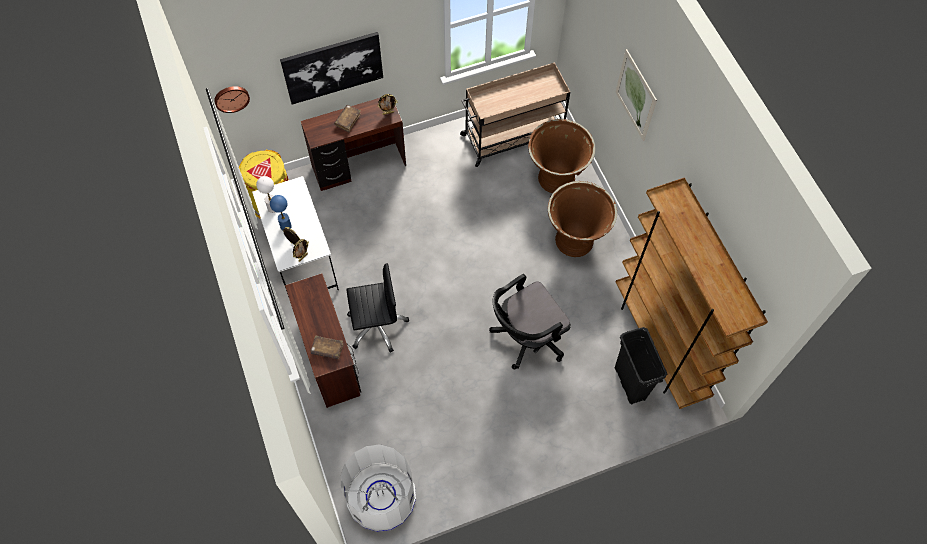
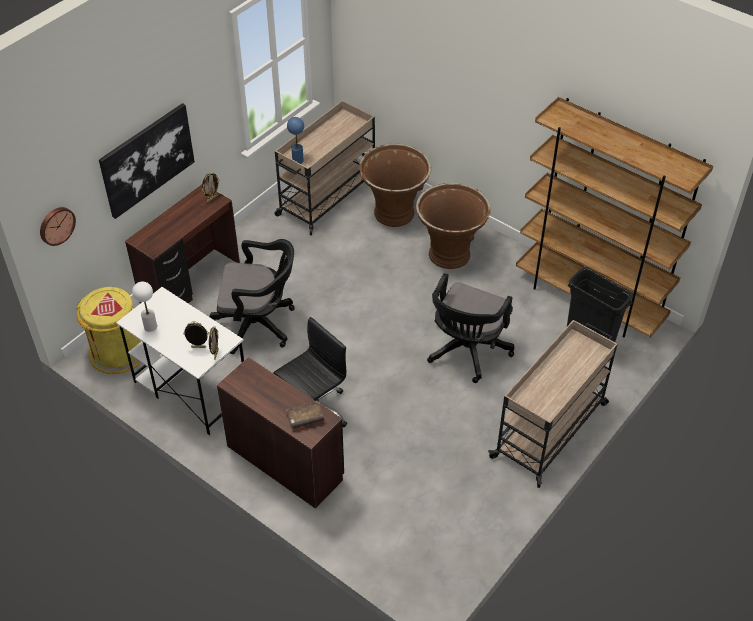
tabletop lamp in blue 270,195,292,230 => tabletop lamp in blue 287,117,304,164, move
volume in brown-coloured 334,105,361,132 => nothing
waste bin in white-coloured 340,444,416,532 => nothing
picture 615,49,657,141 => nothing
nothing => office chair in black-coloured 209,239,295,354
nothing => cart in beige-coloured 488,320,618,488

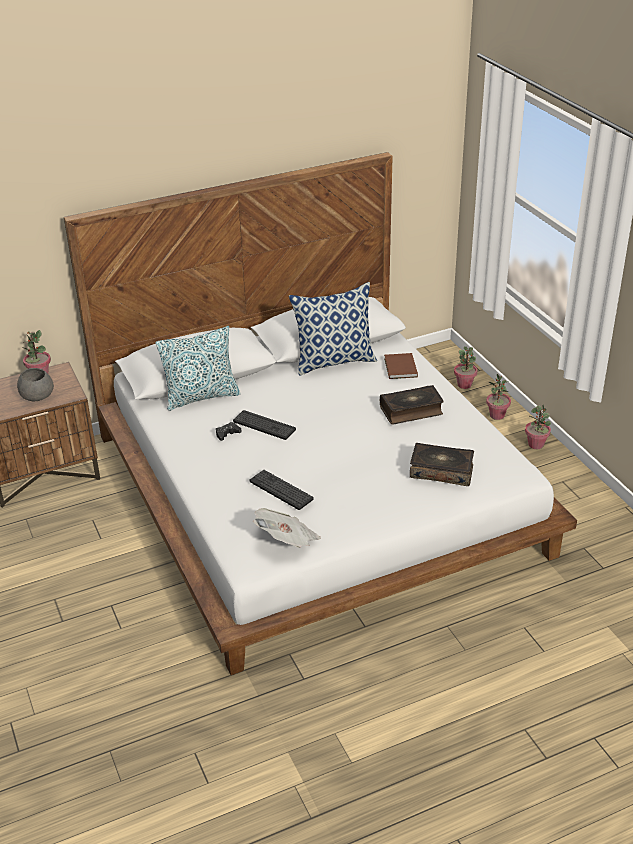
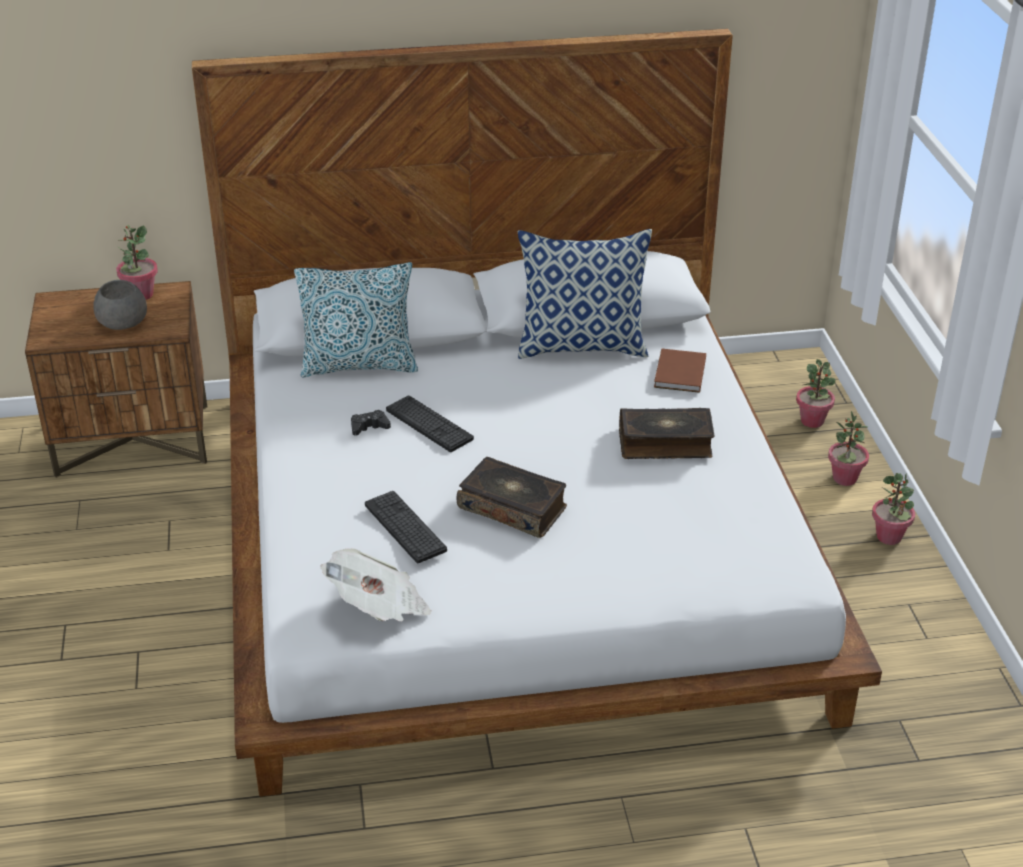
volume 410,443,474,486 => volume 457,457,567,538, move

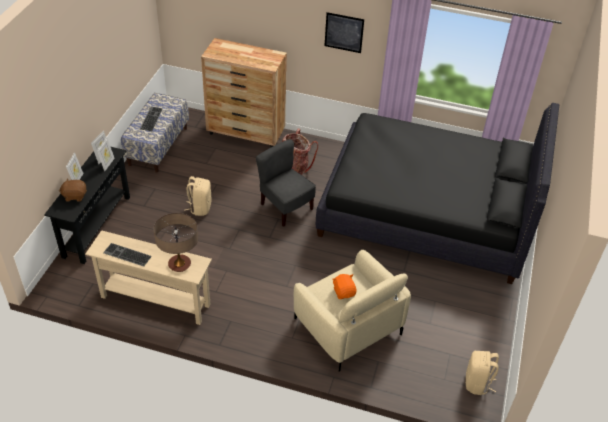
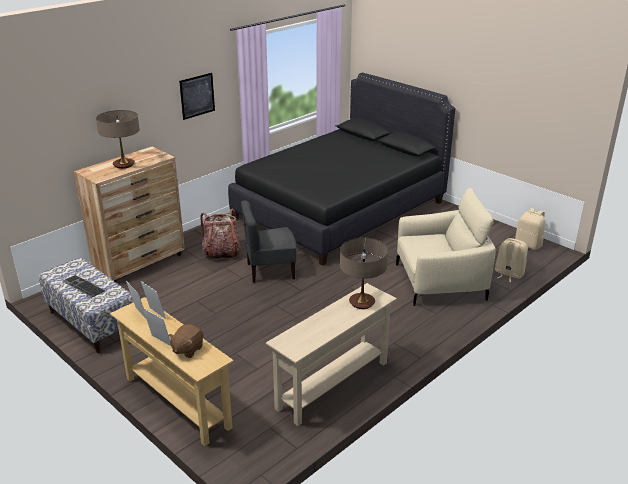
console table in black-coloured 44,147,130,264 => console table in beige-coloured 110,297,234,446
computer keyboard 103,243,152,267 => nothing
backpack in beige-coloured 185,176,212,216 => backpack in beige-coloured 495,238,528,282, move
soft toy in orange-coloured 332,274,357,299 => nothing
nothing => tabletop lamp 96,110,140,169

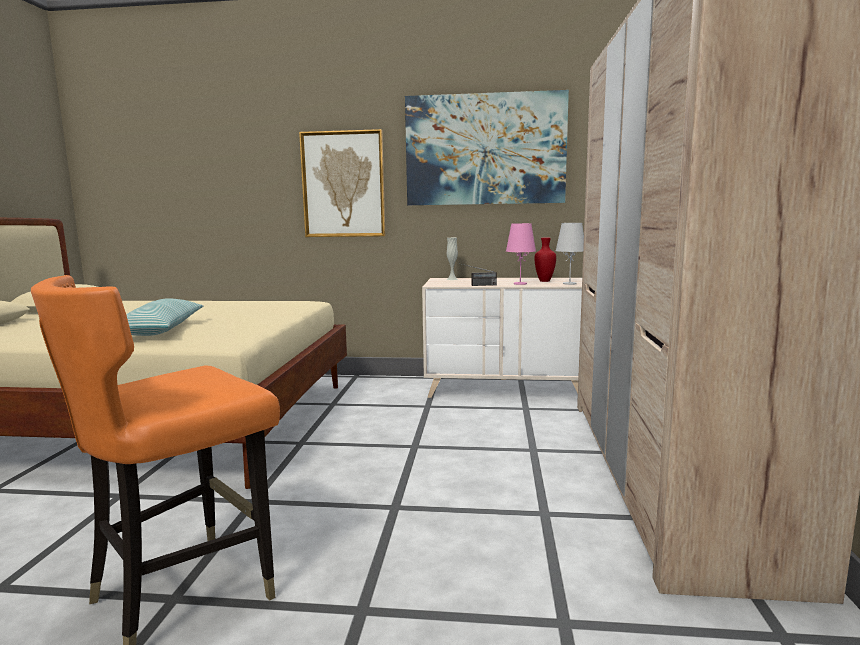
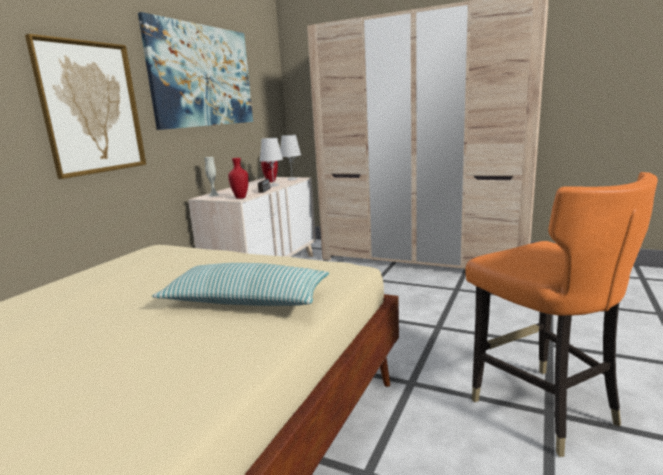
tabletop lamp in pink 506,223,536,285 => tabletop lamp in white-coloured 260,138,283,186
nothing => flower vase in red-coloured 228,158,249,199

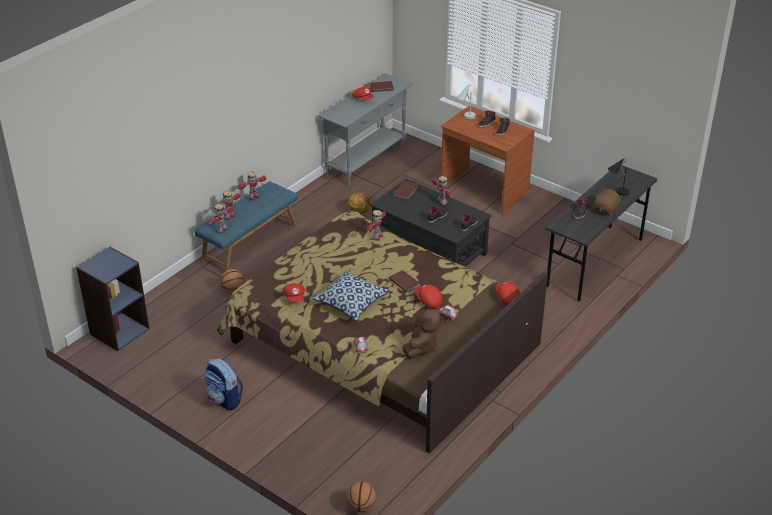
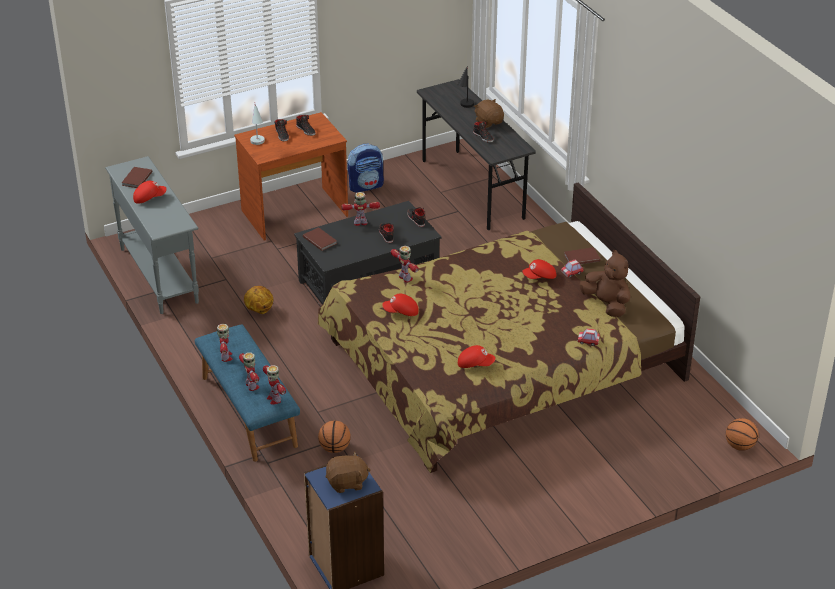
backpack 204,358,243,410 => backpack 347,144,384,193, move
throw pillow 312,270,390,321 => nothing
volume in brown-coloured 389,270,420,293 => volume in brown-coloured 564,247,600,264, move
peaked cap in red-coloured 495,282,520,306 => peaked cap in red-coloured 382,293,419,316, move
nothing => soft toy in brown-coloured 326,452,371,493

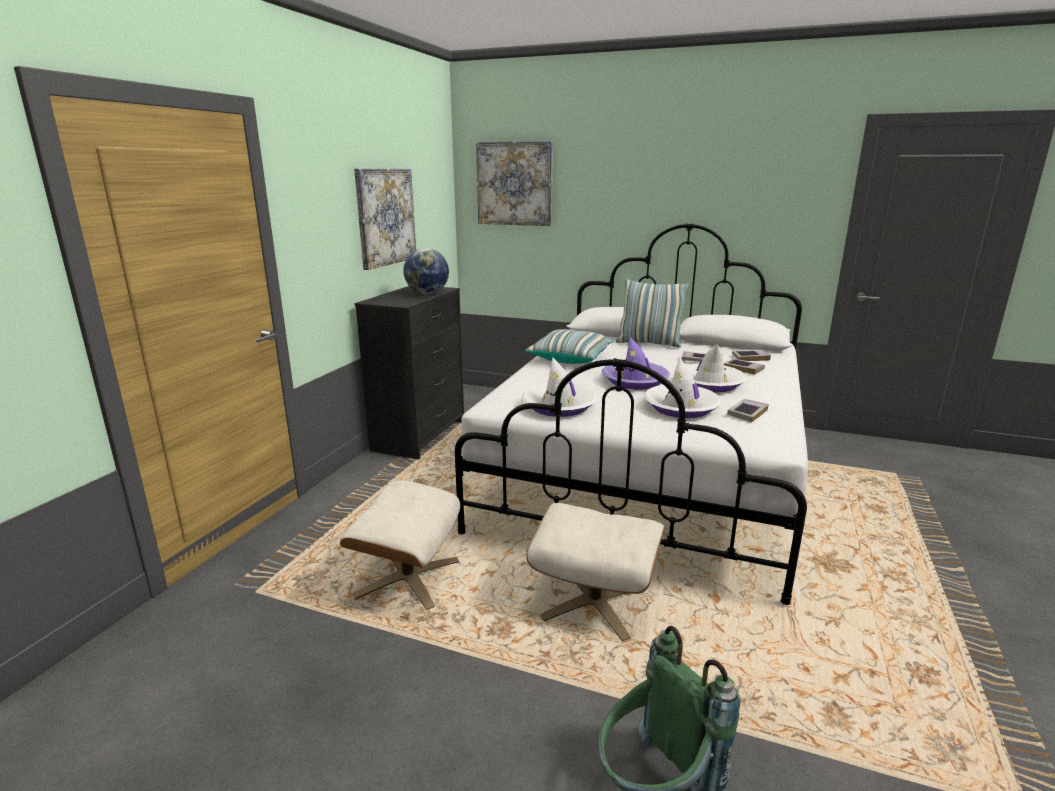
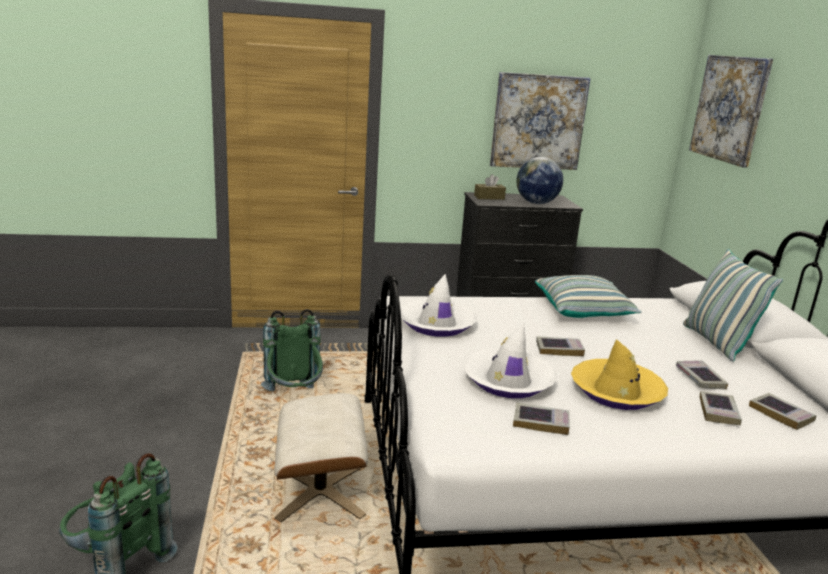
pouffe in beige-coloured 340,480,460,610 => backpack in green 261,309,323,391
wearable hat in purple-coloured 602,337,670,390 => volume 536,336,585,356
wearable hat in white-coloured 686,344,747,392 => wearable hat in yellow-coloured 571,339,668,410
nothing => box of tissues in brown-coloured 474,174,506,200

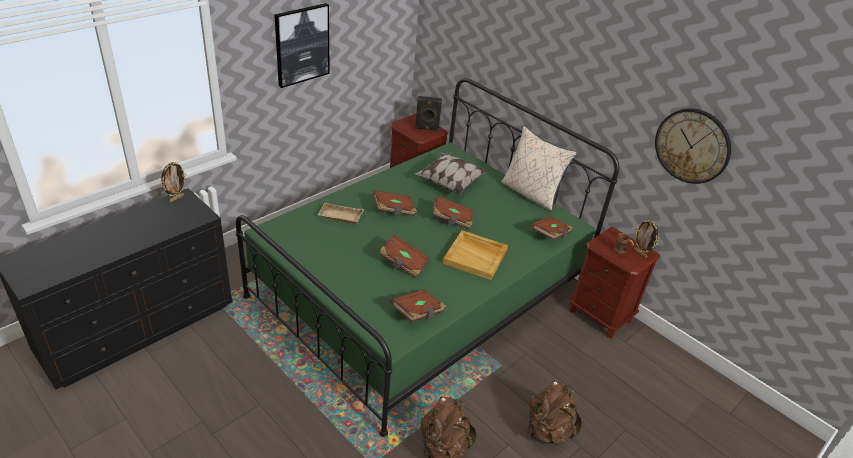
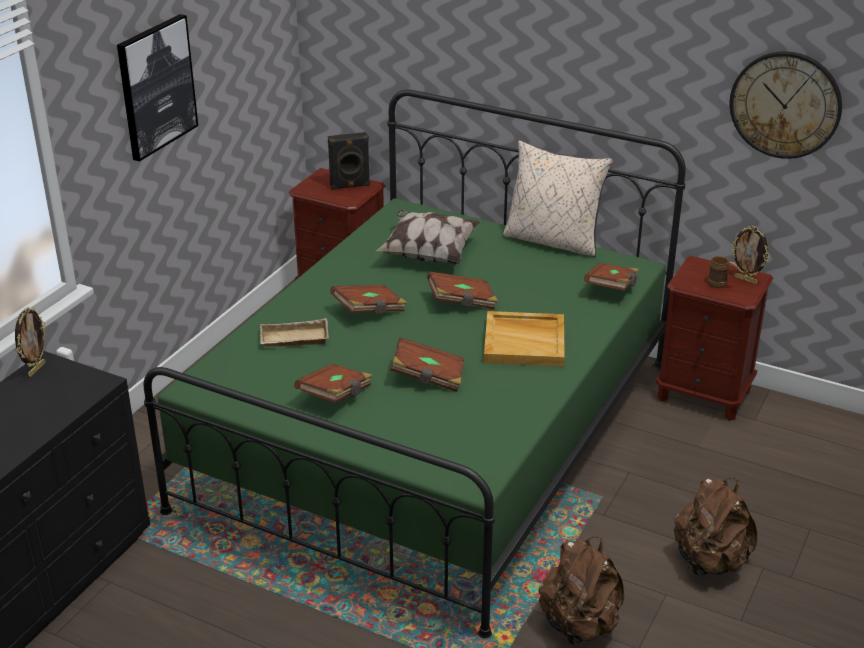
volume in brown-coloured 390,289,446,322 => volume in brown-coloured 295,364,373,403, move

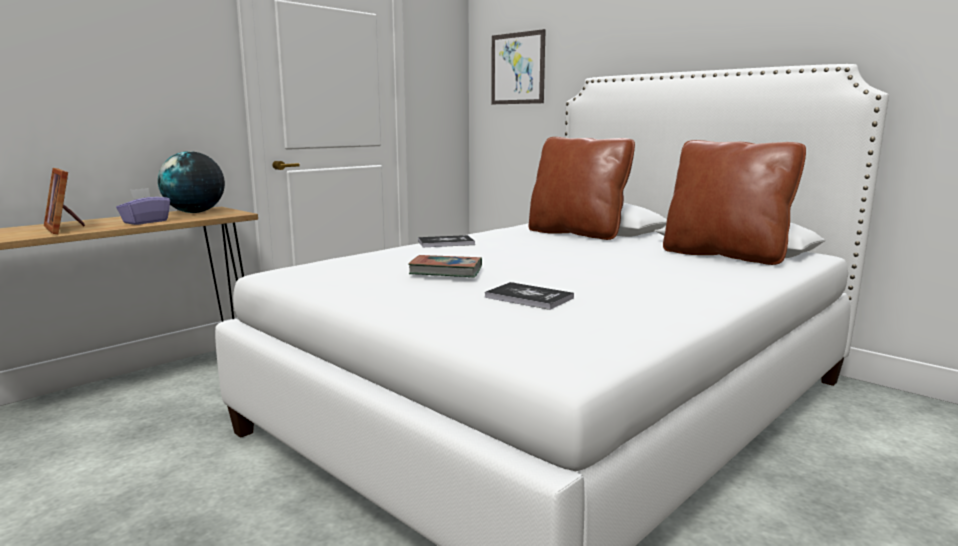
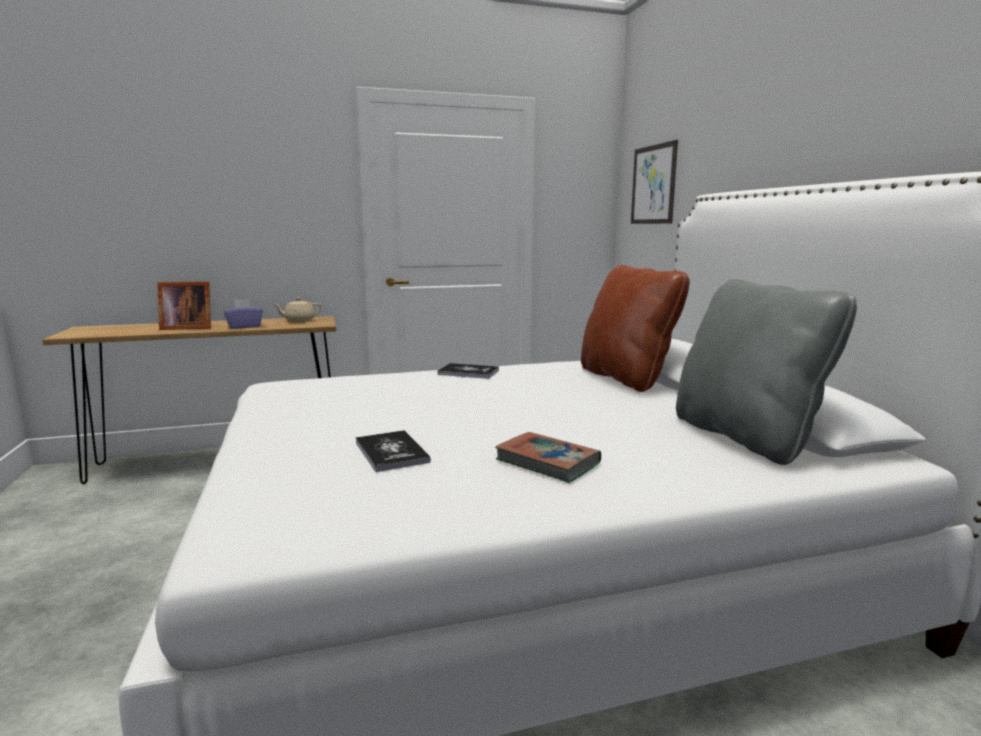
picture frame 44,168,85,234 => picture frame 157,281,211,330, 90 degrees counterclockwise
desk globe 158,151,225,213 => pot for tea in beige-coloured 272,297,322,322
volume 408,255,482,277 => volume 495,432,601,483, move
throw pillow in brown-coloured 663,140,806,265 => throw pillow in greyish 676,279,857,465

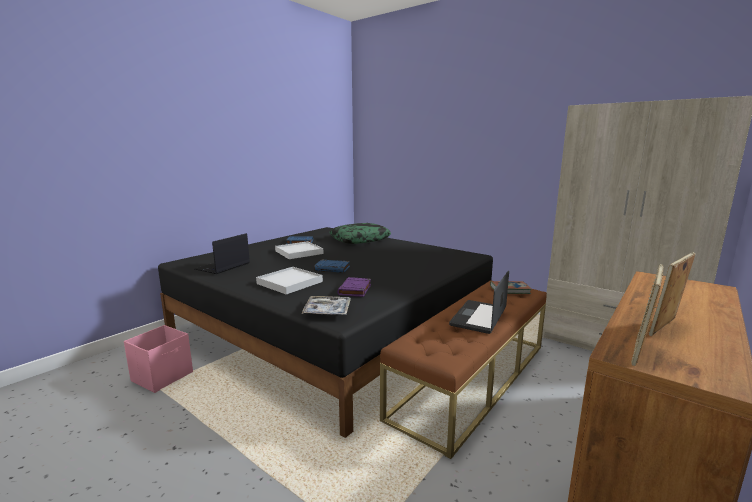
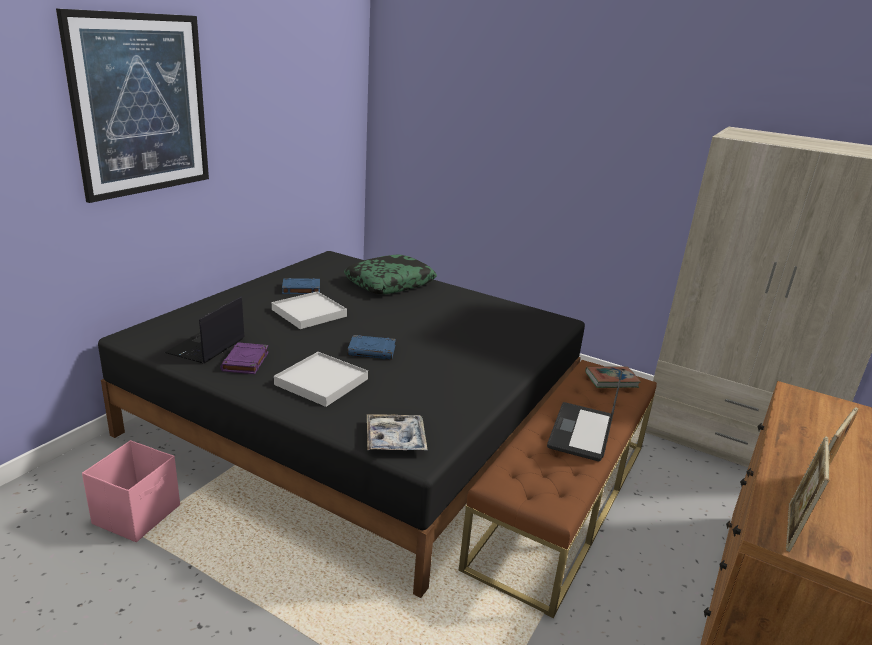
volume in purple-coloured 337,277,371,297 => volume in purple-coloured 220,342,269,374, move
nothing => picture 56,9,209,203

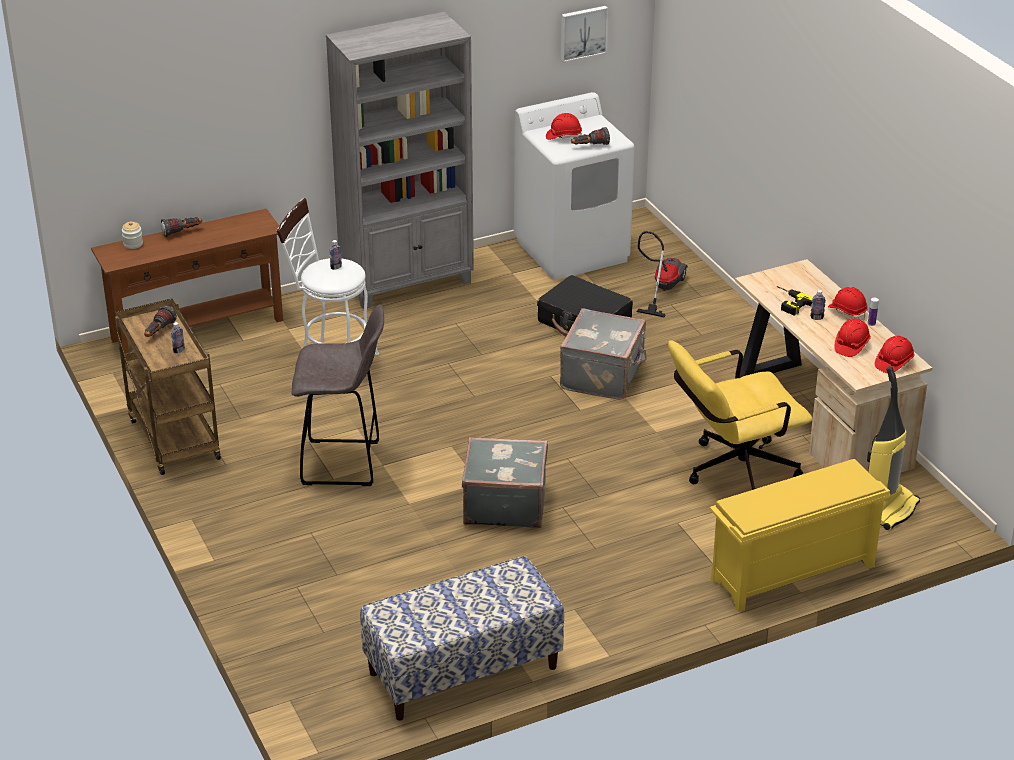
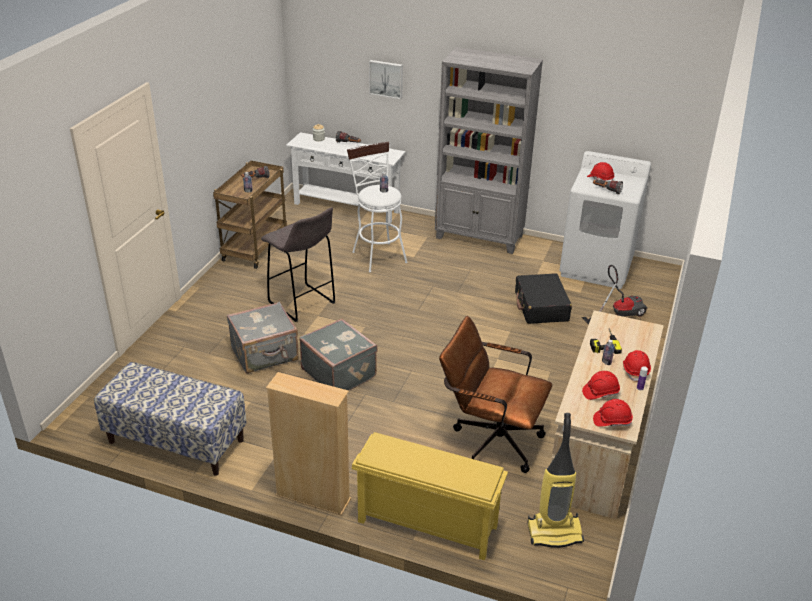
console table in brown-coloured 91,208,283,354 => console table in white-coloured 286,132,405,223
suitcase in greyish 560,308,647,400 => suitcase in greyish 227,302,299,374, move
picture 561,6,608,62 => picture 369,60,403,99, move
office chair in yellow-coloured 668,340,812,490 => office chair in brown-coloured 439,316,552,473
nothing => shelving unit in beige-coloured 266,372,351,516

